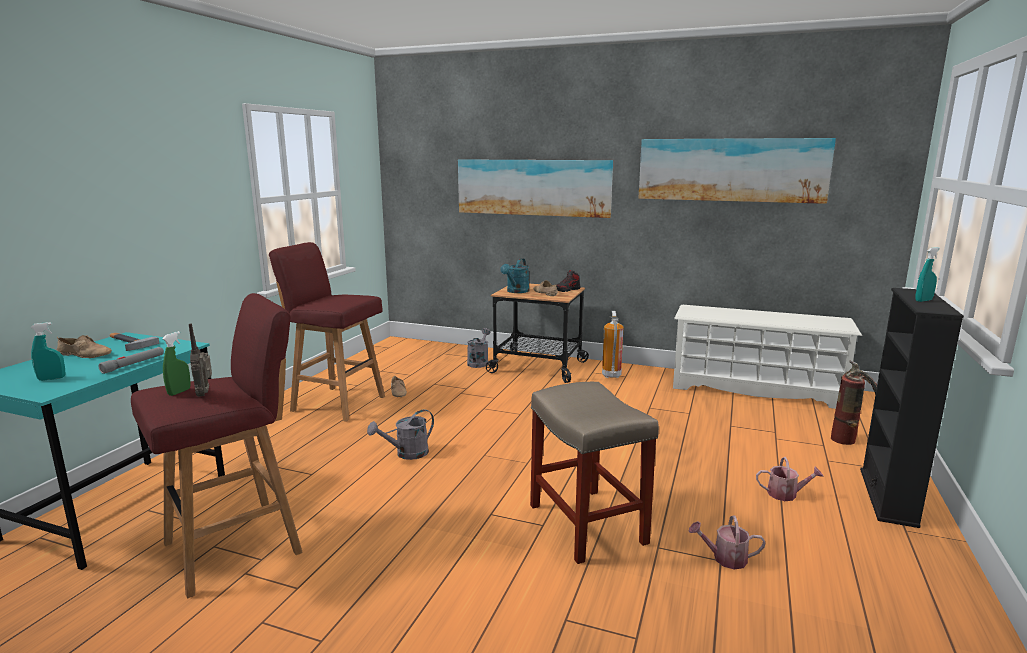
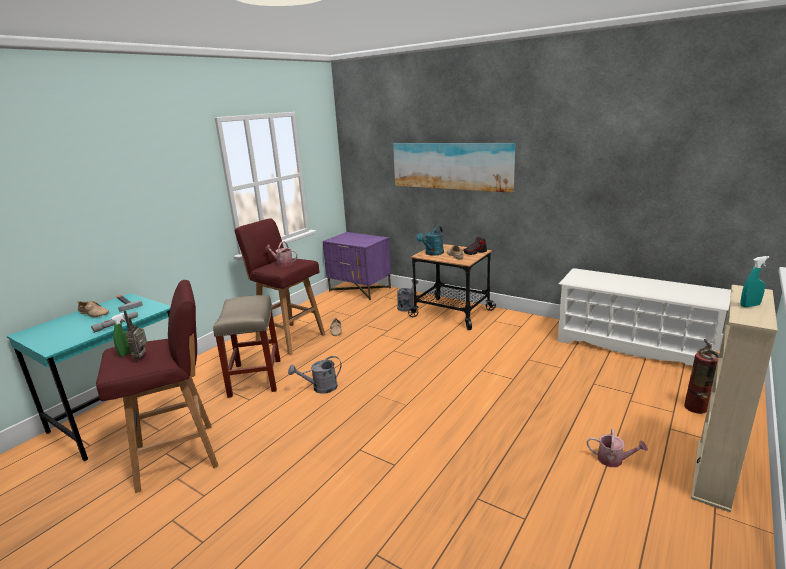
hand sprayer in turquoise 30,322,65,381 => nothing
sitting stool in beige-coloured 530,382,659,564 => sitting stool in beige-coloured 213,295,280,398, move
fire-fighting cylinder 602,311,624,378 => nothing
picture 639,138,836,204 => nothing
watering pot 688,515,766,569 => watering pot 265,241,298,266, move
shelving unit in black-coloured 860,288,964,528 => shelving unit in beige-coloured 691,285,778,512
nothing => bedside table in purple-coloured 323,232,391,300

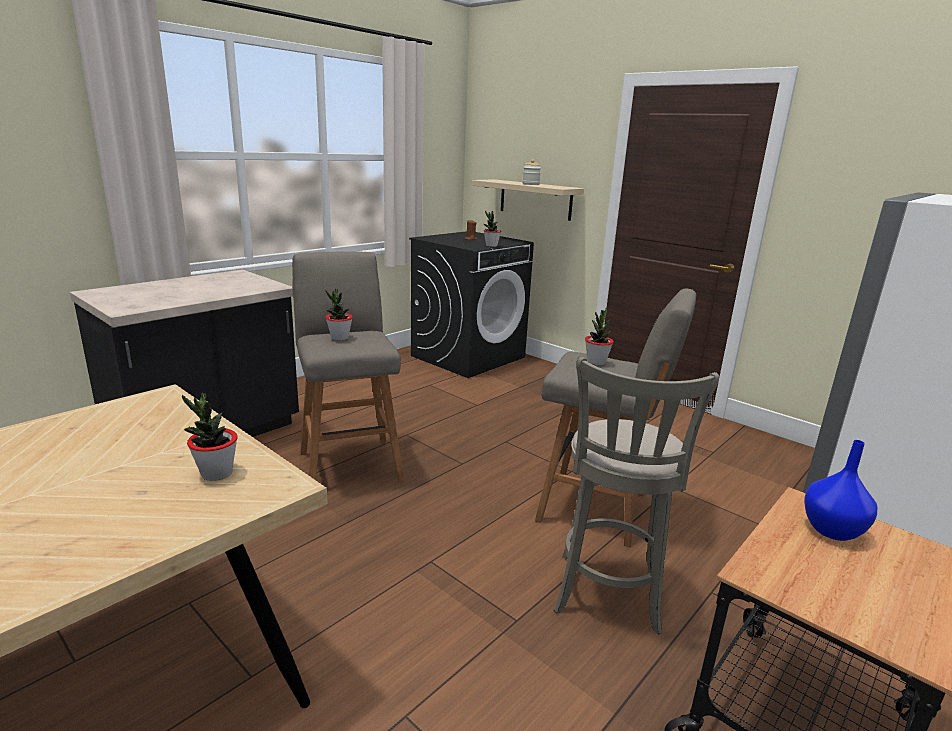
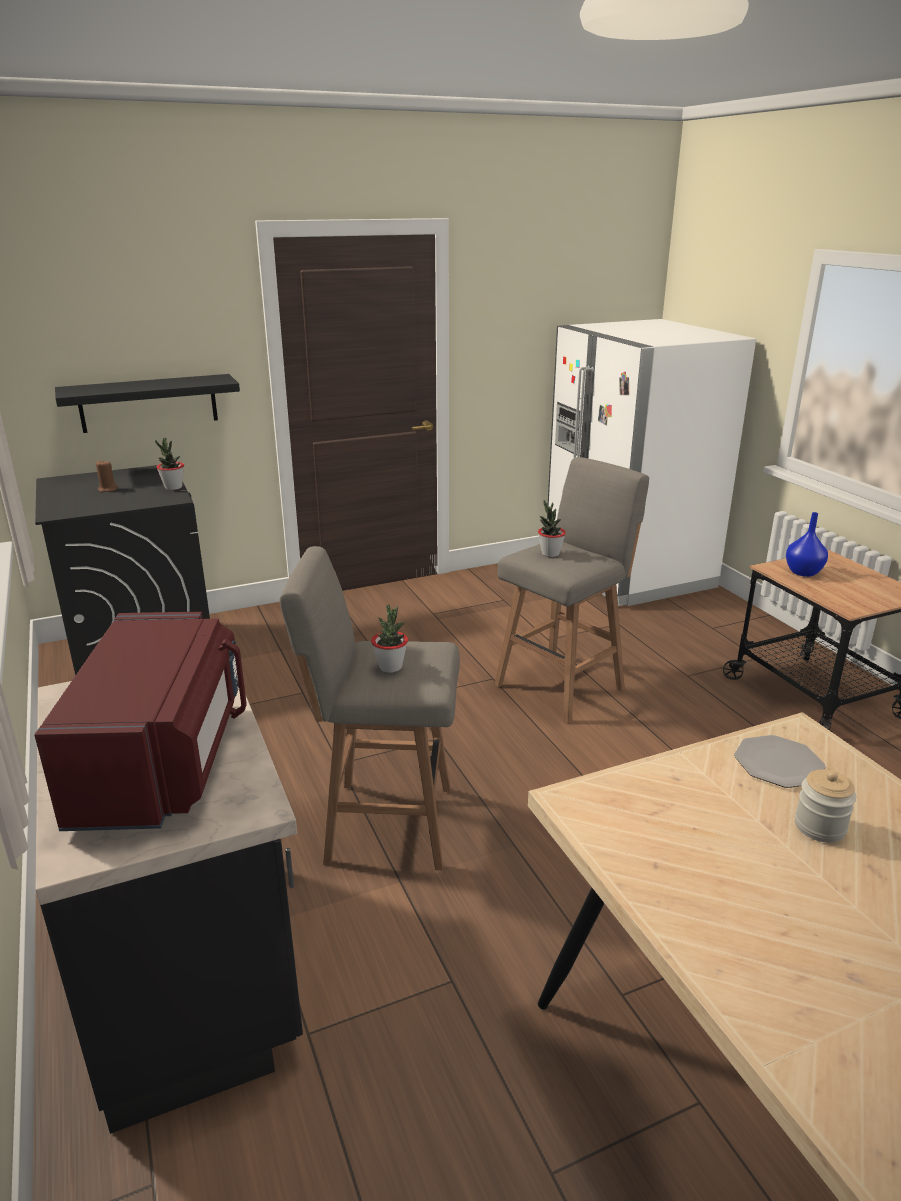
plant in a pot 182,393,238,481 => plate 734,735,826,788
wall shelf in beige-coloured 472,179,584,221 => wall shelf in black-coloured 55,374,240,433
jar 522,159,541,185 => jar 795,769,856,843, move
sitting stool in greyish 554,357,719,635 => nothing
nothing => microwave oven in red-coloured 34,612,247,831

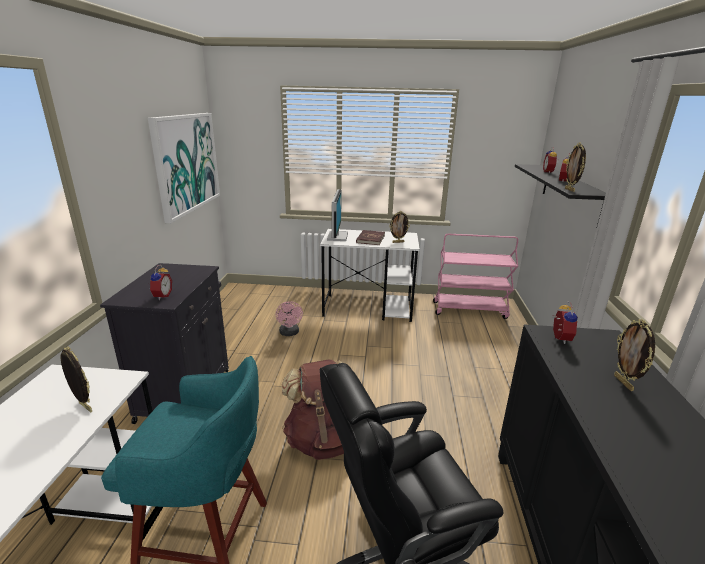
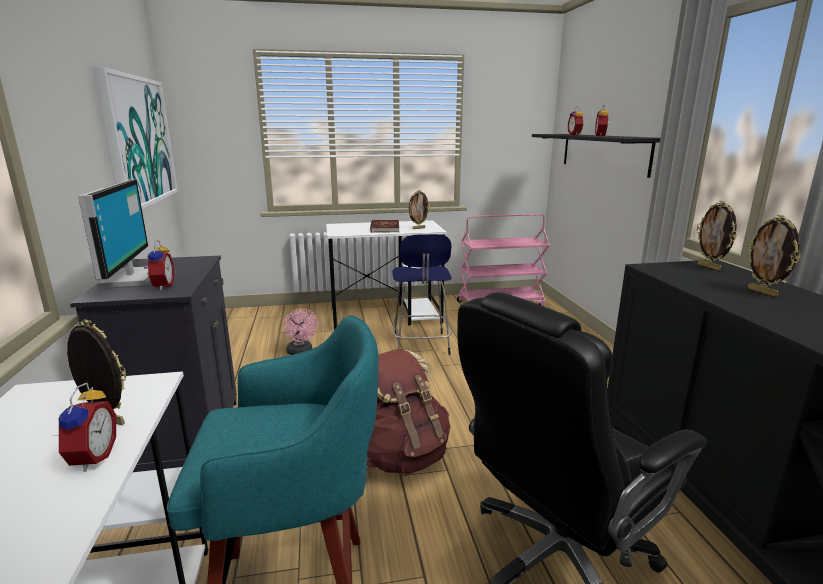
computer display 327,189,348,241 => computer display 78,180,150,288, move
table clock 552,301,578,344 => table clock 56,383,116,472, move
picture frame 565,143,586,192 => picture frame 697,201,737,271, move
nothing => sitting stool in blue 392,234,452,355

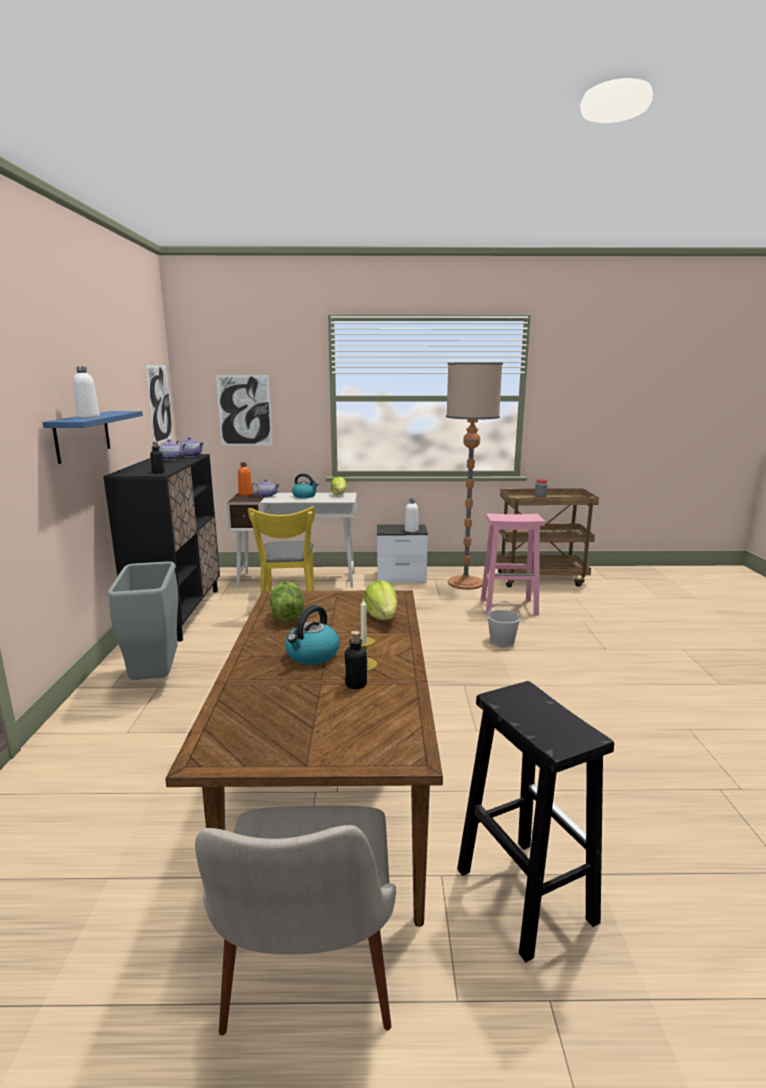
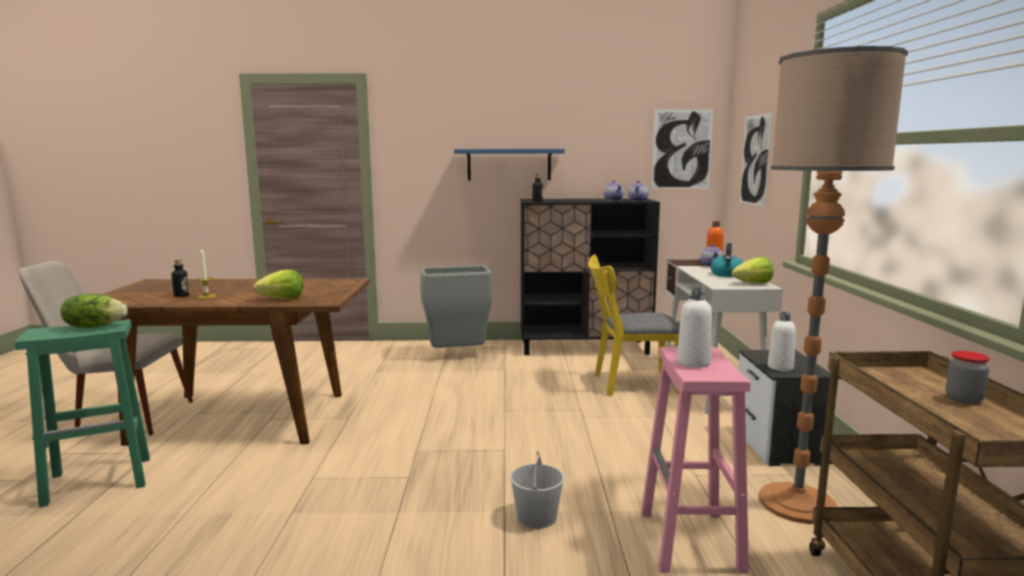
drink bottle in white-coloured 73,366,100,418 => drink bottle in white-coloured 677,288,712,368, move
head of lettuce 270,582,304,621 => head of lettuce 60,294,128,328, move
tea kettle 285,605,340,665 => nothing
sitting stool in black-coloured 457,681,614,962 => sitting stool in green 15,319,150,507

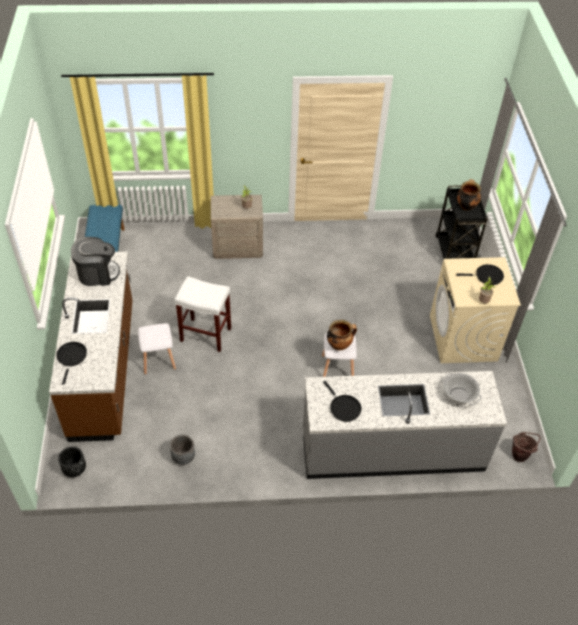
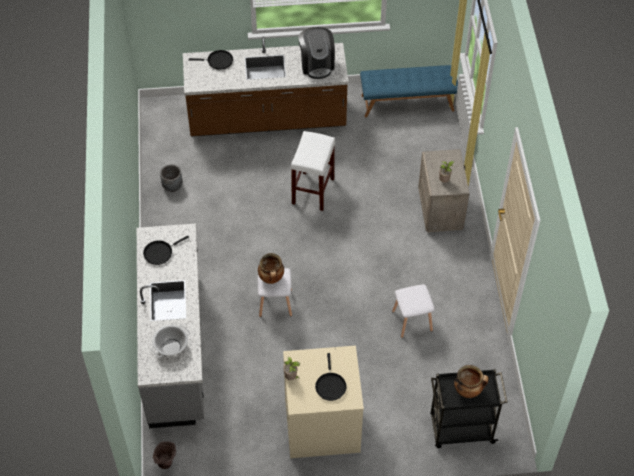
planter in black-coloured 58,446,86,477 => nothing
sitting stool in white-coloured 138,323,176,375 => sitting stool in white-coloured 392,284,435,338, move

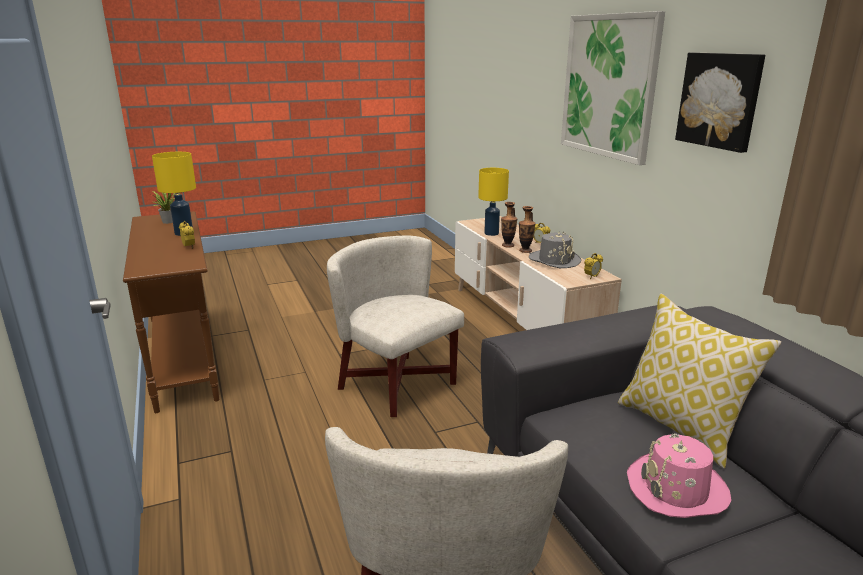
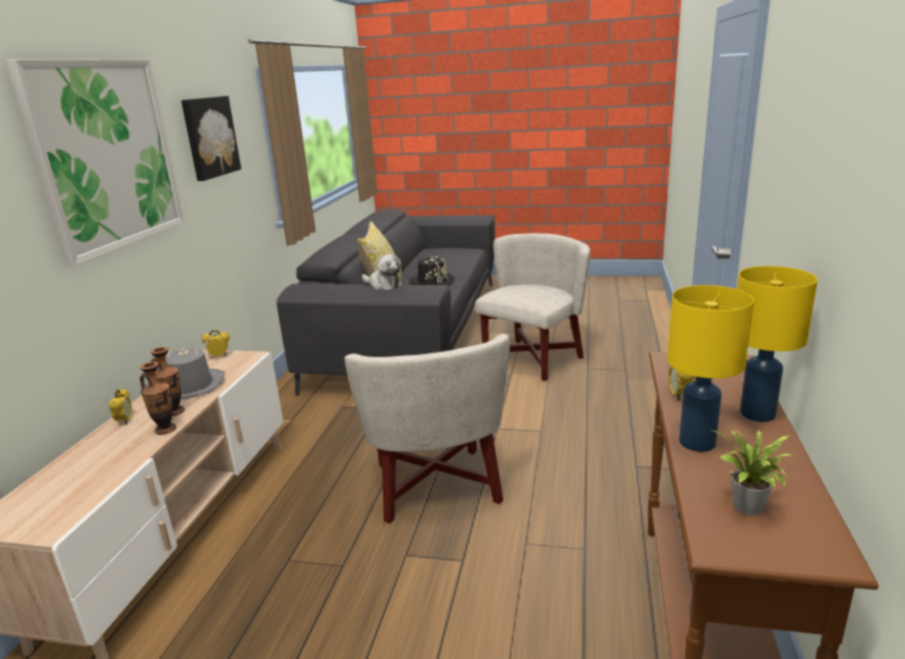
tabletop lamp in yellow-coloured 478,168,509,236 => tabletop lamp in yellow-coloured 737,266,818,422, move
wearable hat in pink 627,433,732,518 => wearable hat in black-coloured 409,256,455,285
nothing => soft toy 362,254,403,290

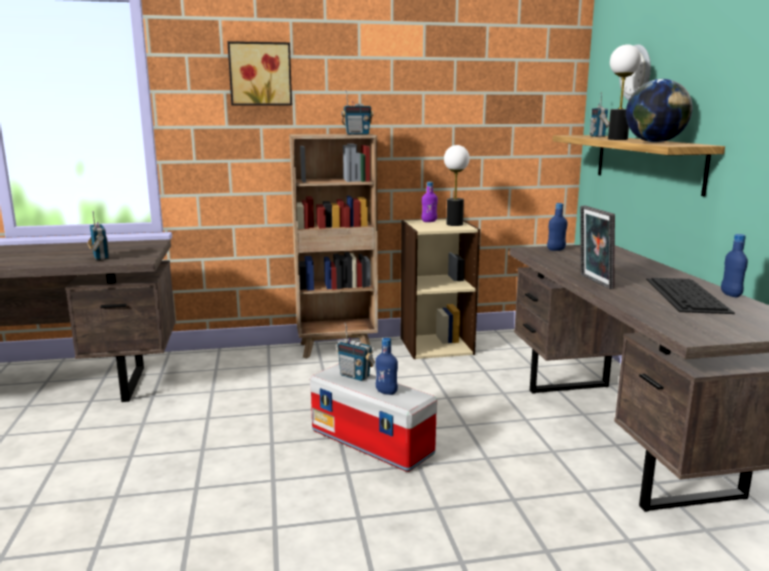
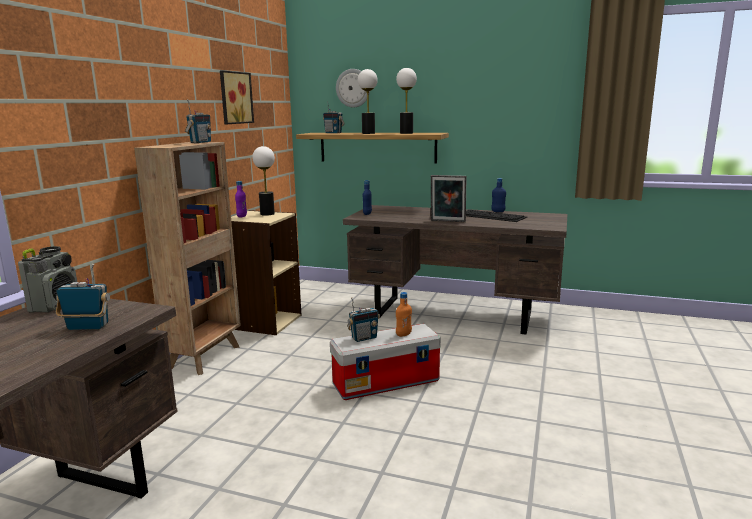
picture 227,41,292,106 => picture 220,70,254,124, move
drink bottle in blue 376,338,398,395 => drink bottle in orange-coloured 396,292,412,337
desk globe 626,79,692,142 => tabletop lamp 396,68,417,134
nothing => radio set 18,246,77,313

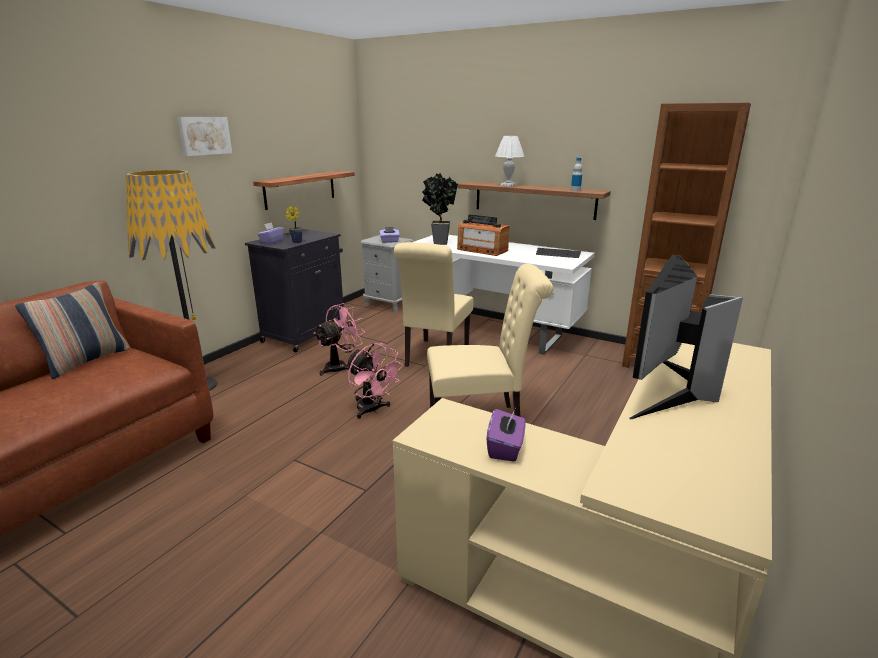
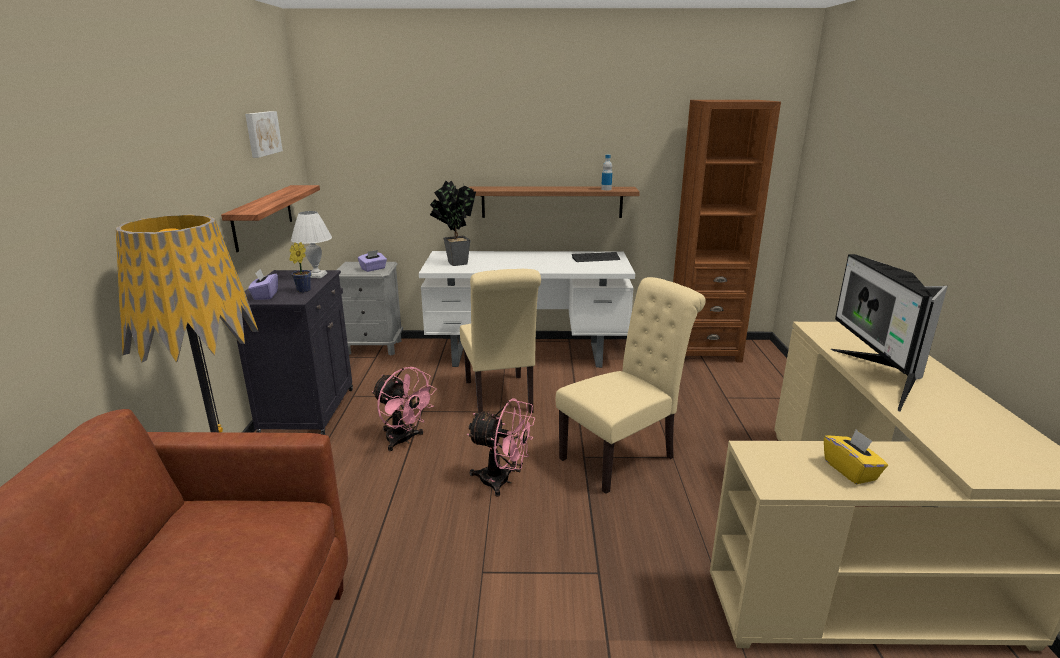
throw pillow 15,282,130,379 => nothing
picture 177,117,232,156 => picture 245,111,283,158, move
fan in pink 313,303,364,376 => fan in pink 372,367,437,451, 120 degrees clockwise
radio set 457,214,509,256 => nothing
box of tissues in purple-coloured 487,409,526,462 => box of tissues in yellow-coloured 824,429,888,484
tabletop lamp in white-coloured 495,135,524,187 => tabletop lamp in white-coloured 291,211,332,278, move

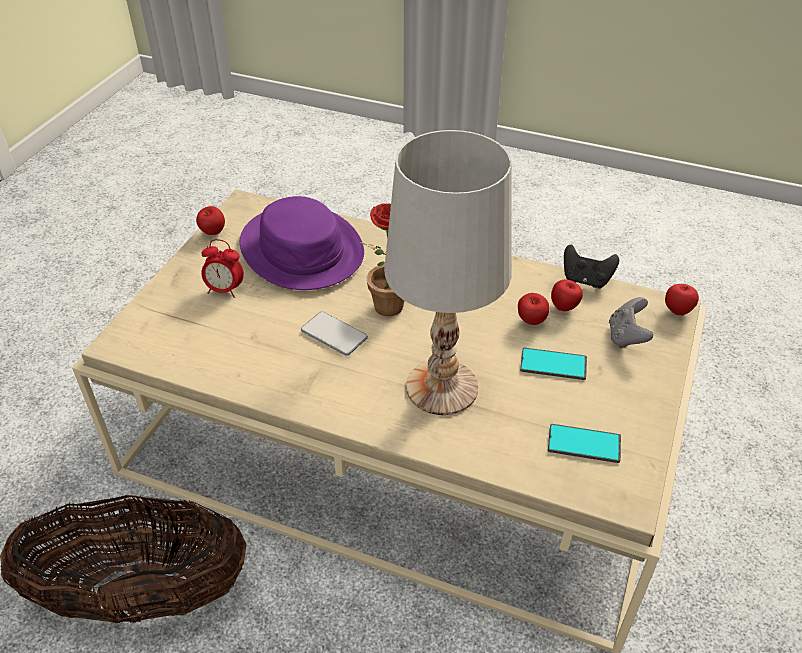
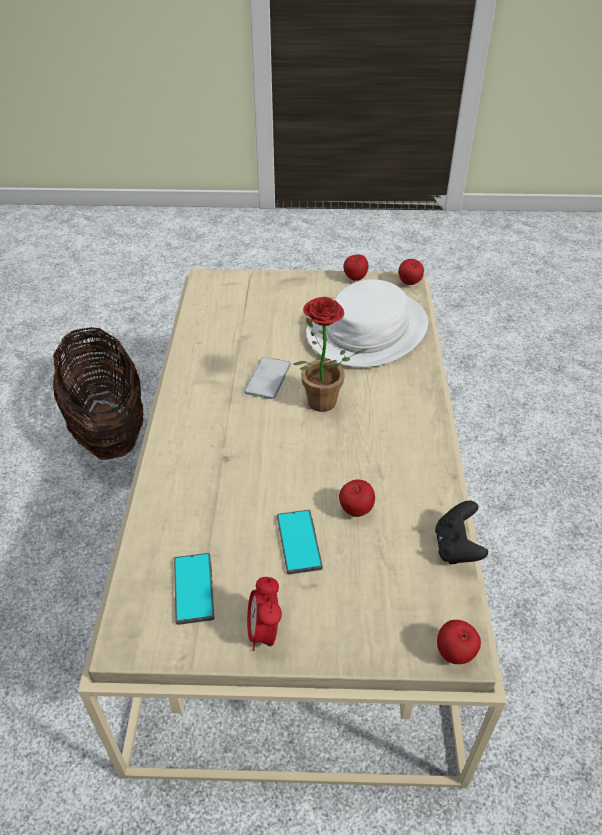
table clock 201,239,244,298 => table clock 247,577,282,651, move
wearable hat in purple-coloured 240,196,364,290 => wearable hat in white-coloured 306,279,428,367
tabletop lamp in white-coloured 384,130,512,415 => nothing
apple 551,280,583,311 => apple 398,259,424,285, move
game controller in greyish 609,297,653,348 => nothing

